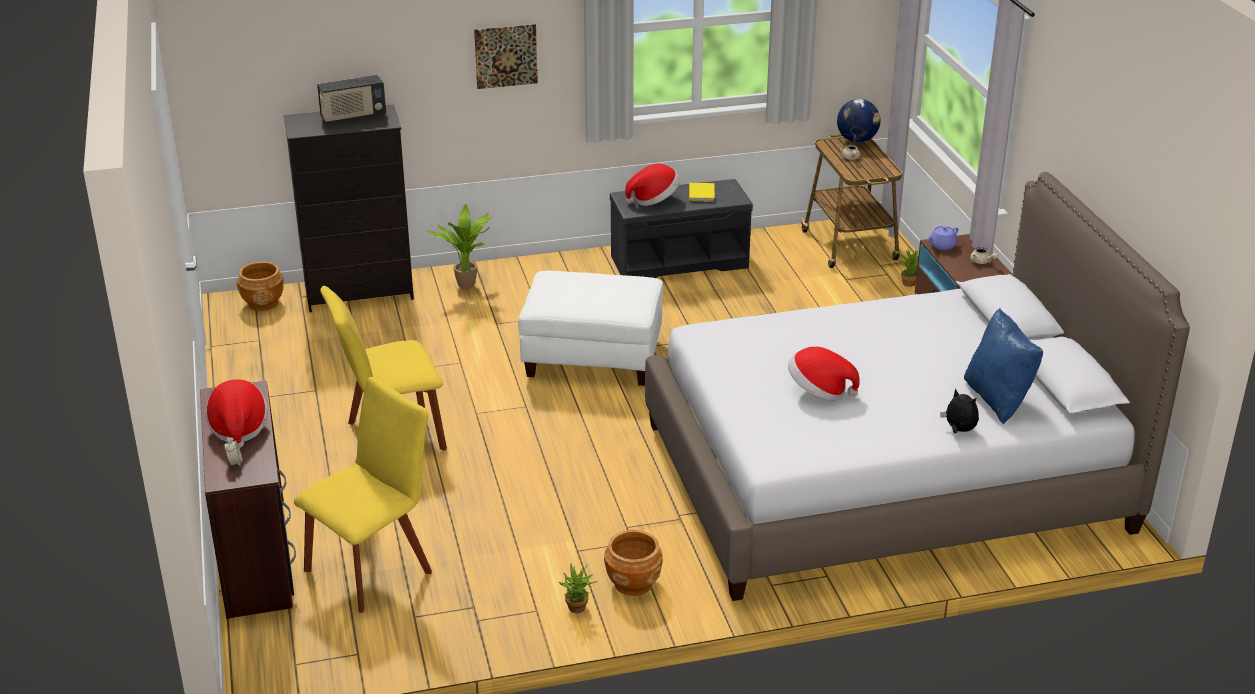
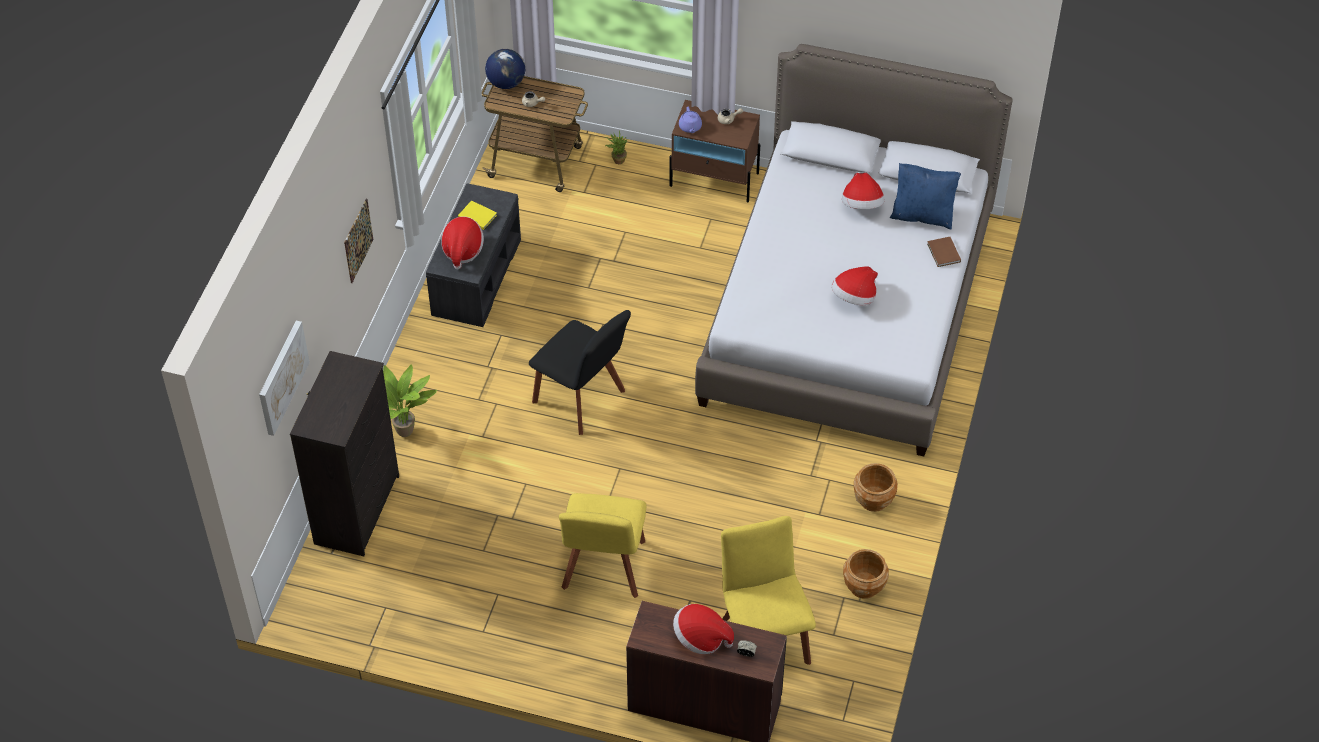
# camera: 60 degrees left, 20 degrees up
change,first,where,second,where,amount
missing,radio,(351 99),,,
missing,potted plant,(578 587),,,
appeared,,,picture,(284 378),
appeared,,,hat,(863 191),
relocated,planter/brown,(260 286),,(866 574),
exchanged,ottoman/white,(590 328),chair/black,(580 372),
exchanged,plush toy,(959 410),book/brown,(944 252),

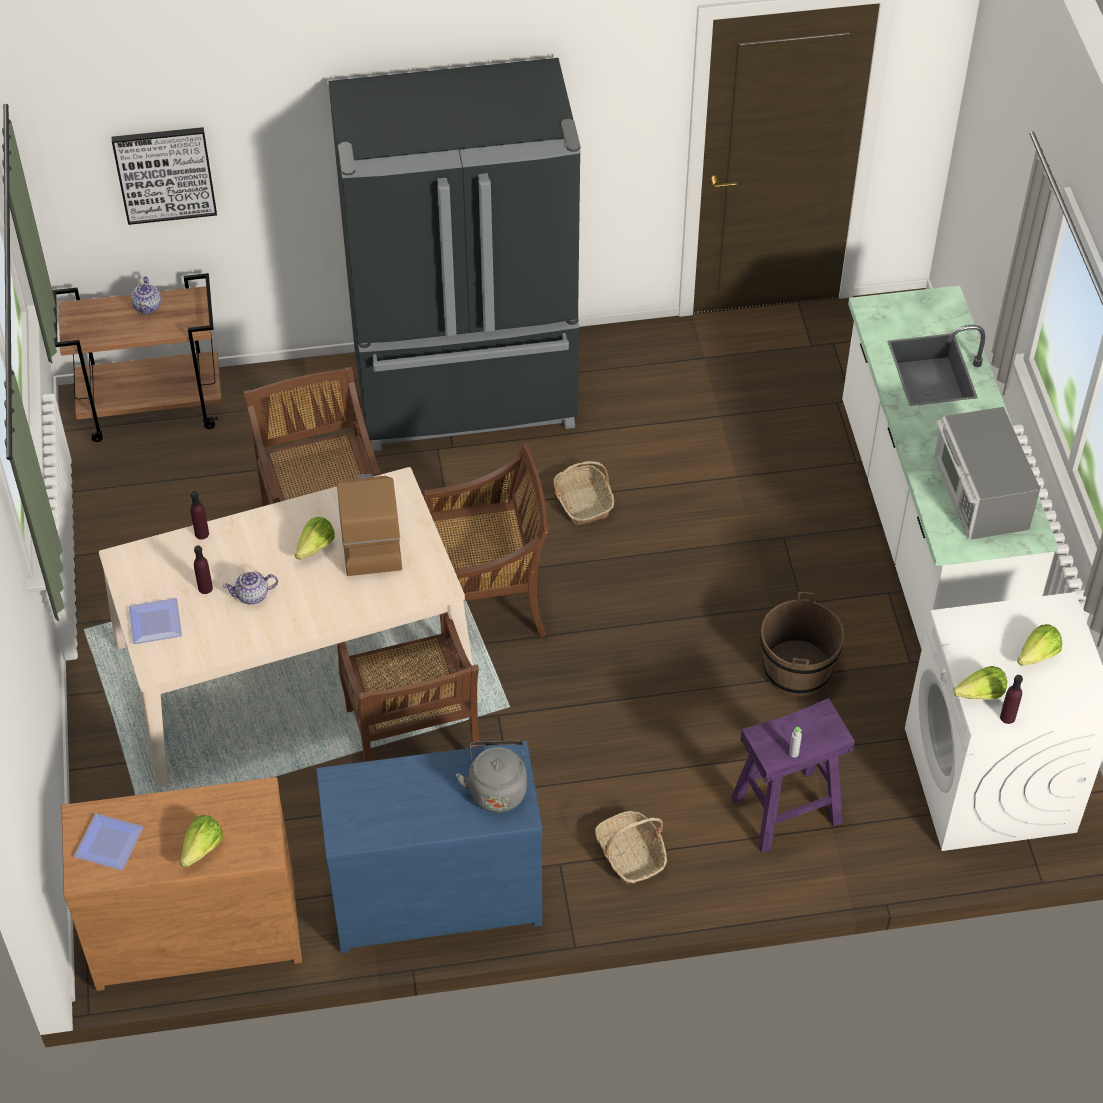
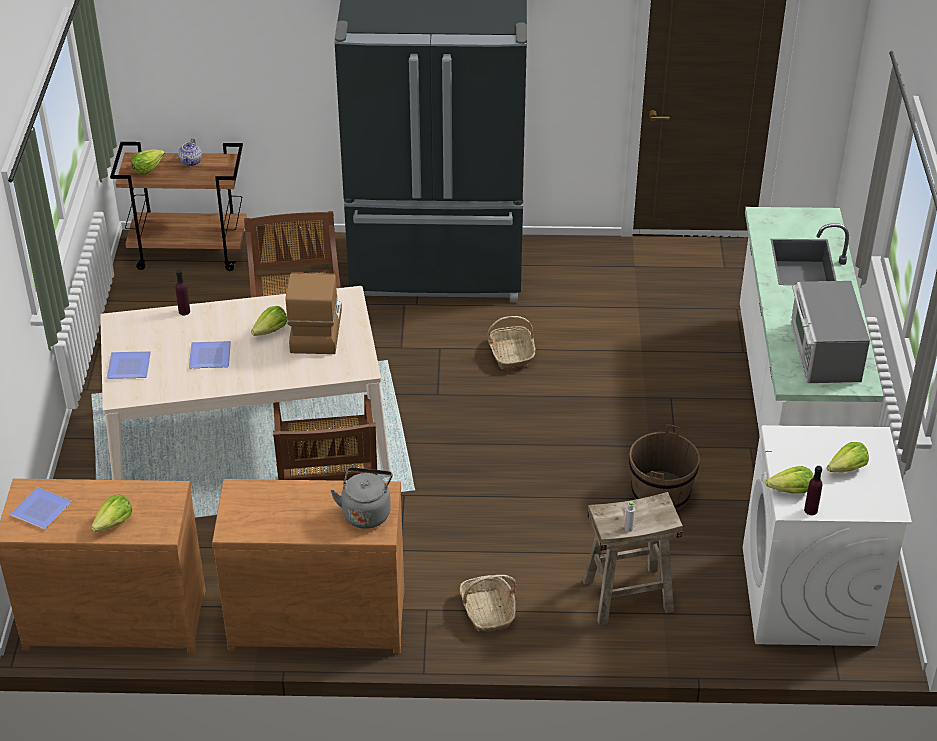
# camera: 10 degrees right, 10 degrees down
change,first,where,second,where,amount
missing,picture,(164 176),,,
missing,bottle/purple,(203 569),,,
missing,chair/brown,(487 540),,,
appeared,,,lettuce,(148 161),
exchanged,teapot,(250 588),plate,(210 354),
colour,dresser/blue,(429 847),dresser/brown,(308 566),
colour,stool/purple,(793 775),stool/beige,(633 558),

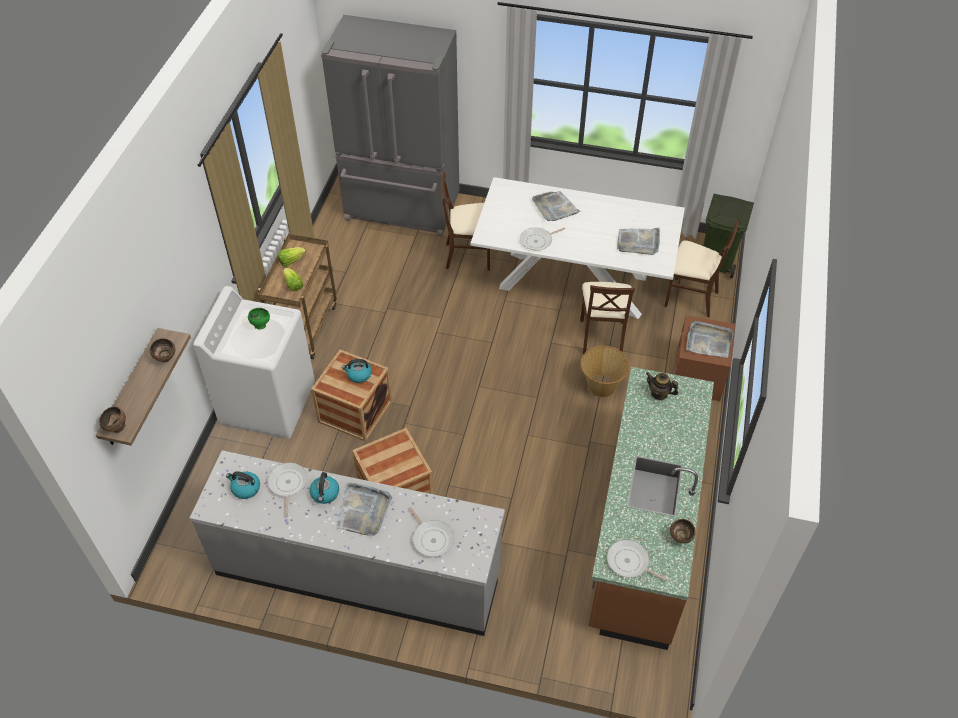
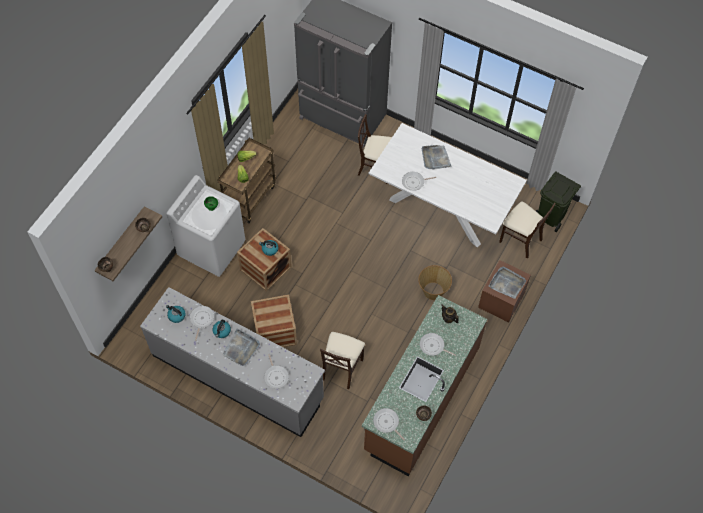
# camera: 15 degrees right, 10 degrees up
change,first,where,second,where,amount
missing,tray/grey,(638 241),,,
appeared,,,frying pan,(438 344),
relocated,chair/beige,(607 318),,(342 360),

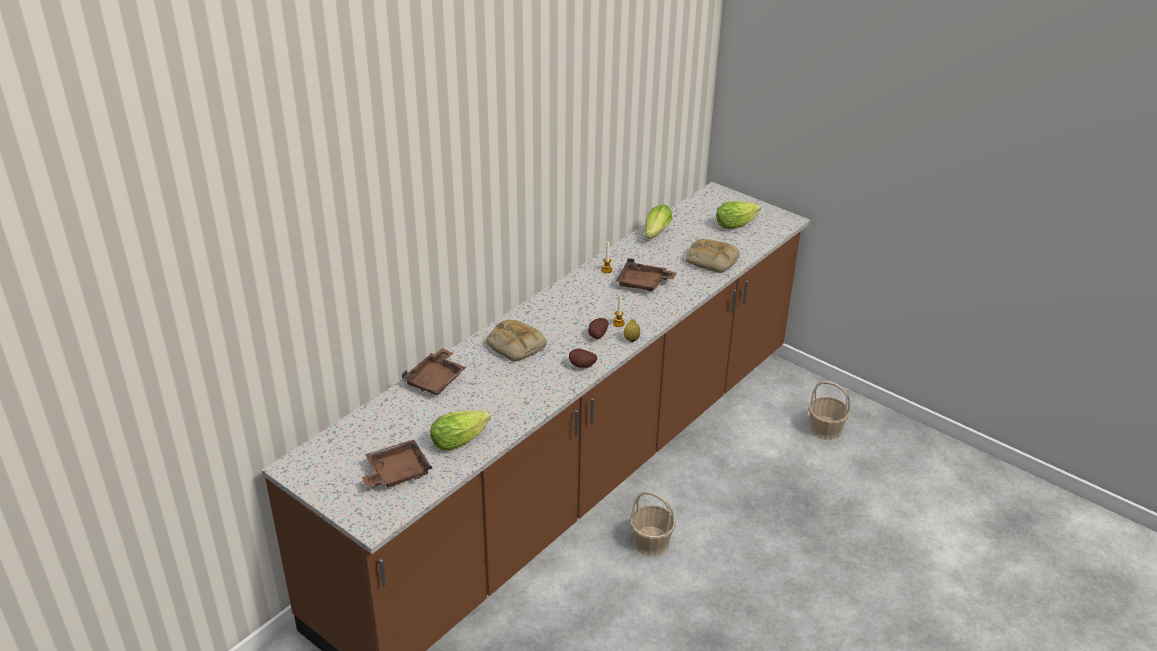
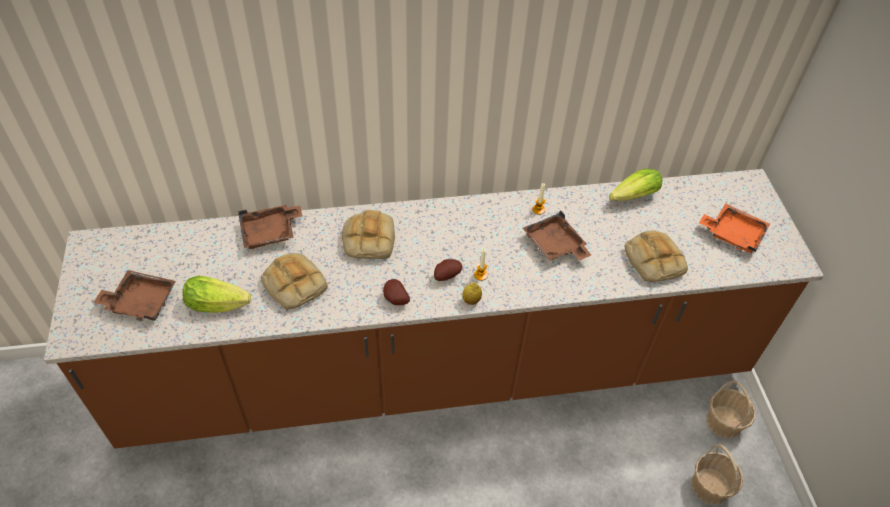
# camera: 40 degrees right, 15 degrees up
change,first,where,second,where,amount
appeared,,,bread,(294 281),
relocated,basket,(653 523),,(731 409),
exchanged,lettuce,(738 215),tray/orange,(734 228),

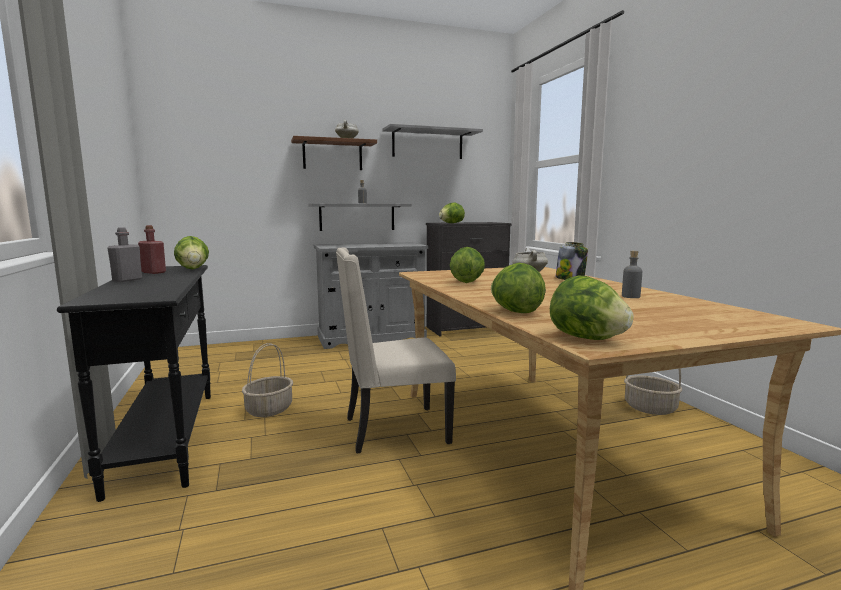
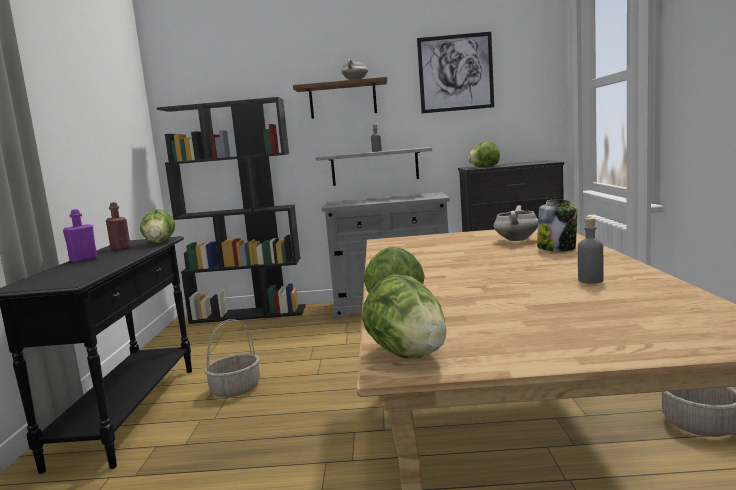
# camera: 20 degrees right, 0 degrees up
change,first,where,second,where,amount
missing,chair/beige,(396 350),,,
missing,lettuce,(467 265),,,
appeared,,,bookcase/black,(231 210),
exchanged,shelf/grey,(432 141),picture,(455 72),
colour,bottle/grey,(124 254),bottle/purple,(80 235),

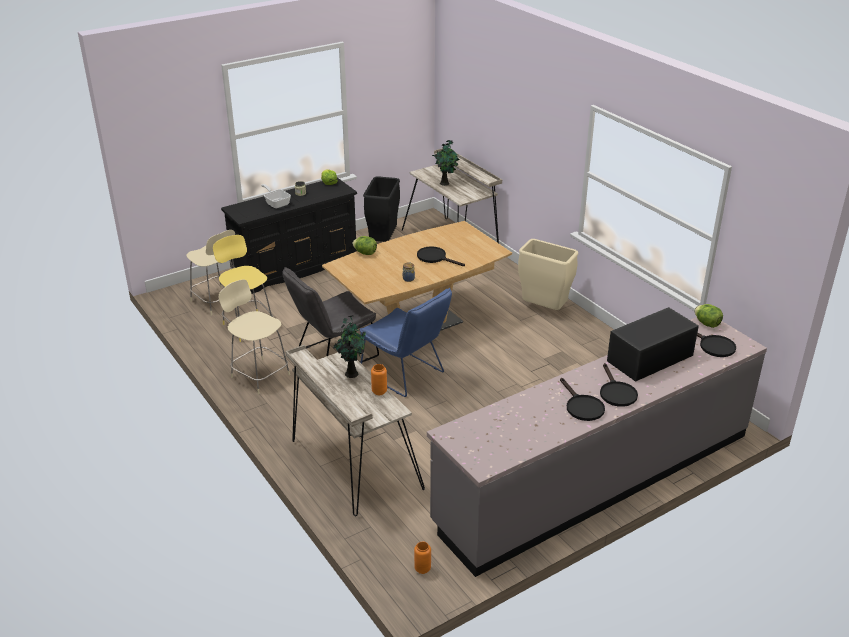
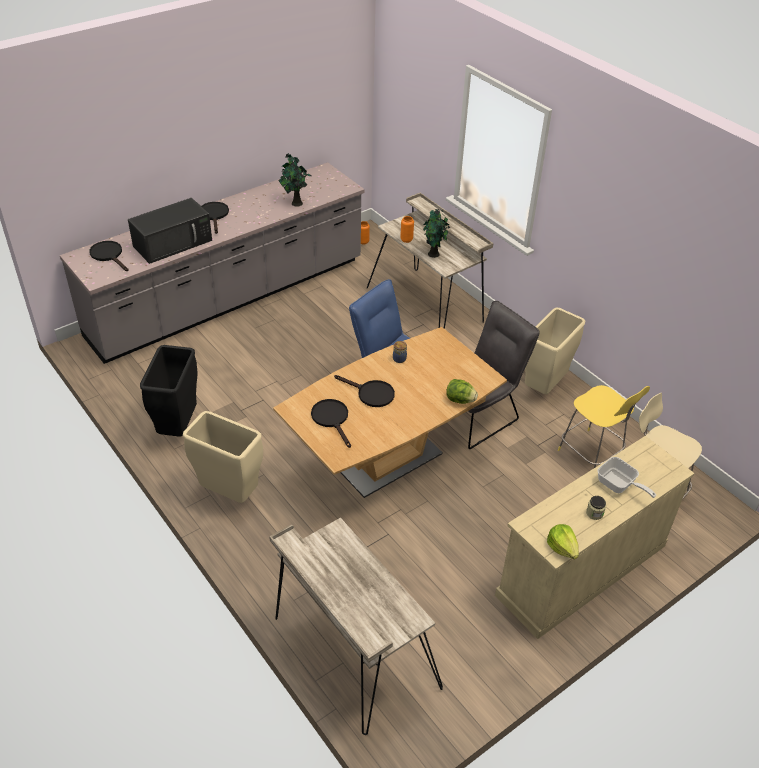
# camera: 175 degrees right, 10 degrees up
change,first,where,second,where,amount
missing,lettuce,(708 316),,,
relocated,trash can/black,(381 209),,(169 391),
relocated,potted plant,(446 163),,(295 180),
relocated,frying pan/black,(582 399),,(331 423),
exchanged,stool/beige,(254 336),trash can/beige,(555 350),
colour,dresser/black,(289 236),dresser/beige,(594 537),

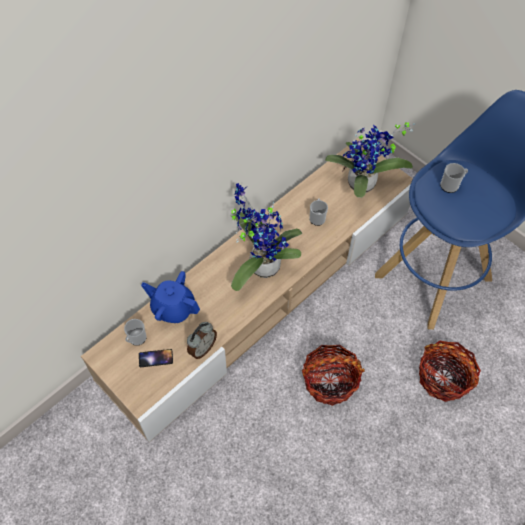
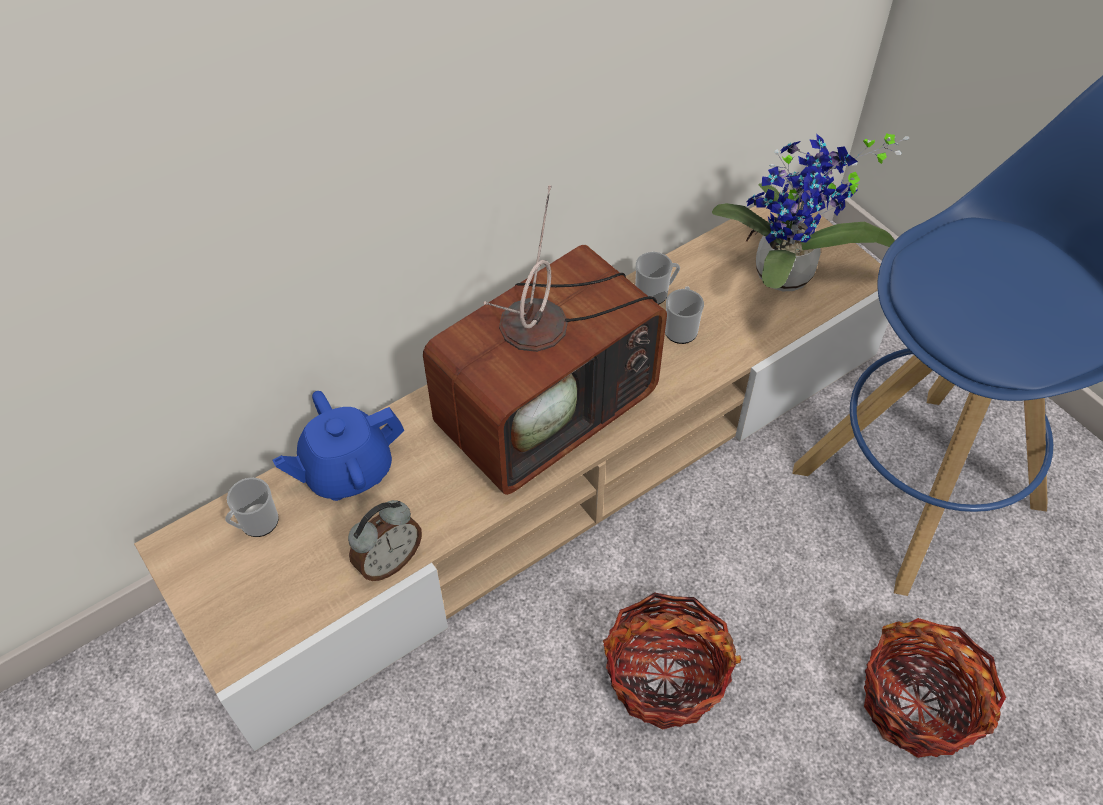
# camera: 10 degrees right, 5 degrees down
change,first,where,second,where,amount
missing,phone,(156 358),,,
relocated,mug,(454 178),,(657 278),
exchanged,potted plant,(266 237),television,(545 340),
spun,teapot/blue,(170 297),,(338 446),60 degrees counterclockwise

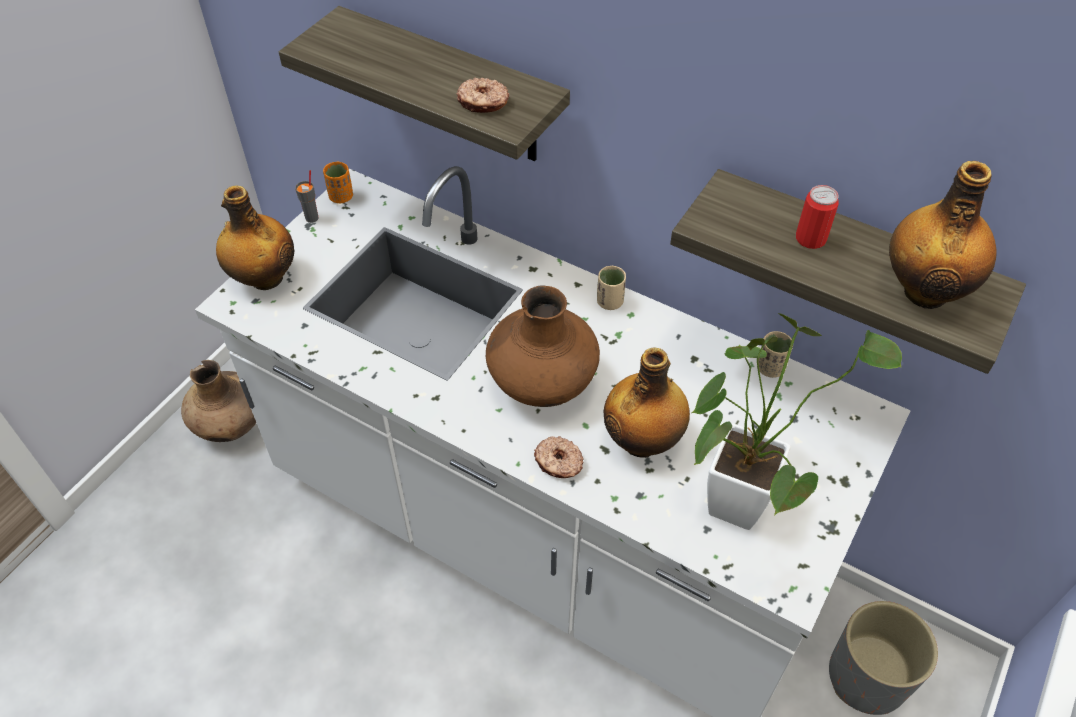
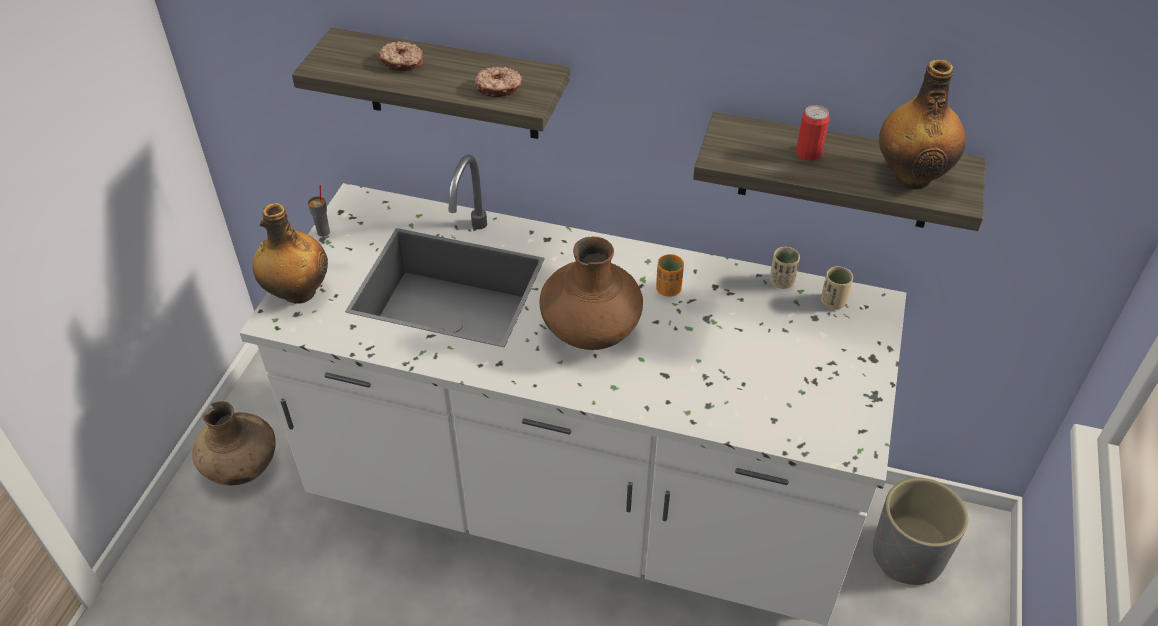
# camera: 15 degrees left, 5 degrees down
change,first,where,second,where,amount
missing,bottle,(647 402),,,
missing,potted plant,(797 421),,,
relocated,cup/orange,(338 182),,(670 275),
relocated,donut,(559 457),,(400 56),
relocated,cup/beige,(611 288),,(837 287),

